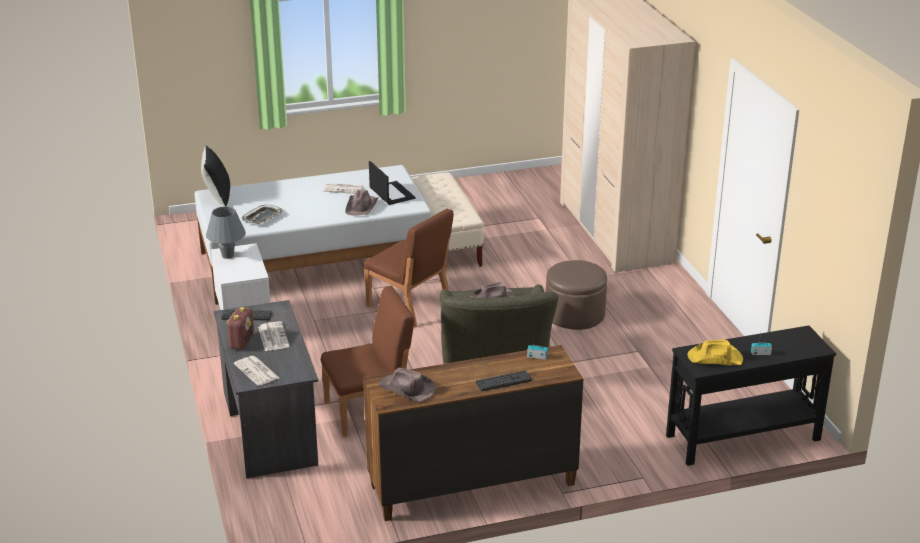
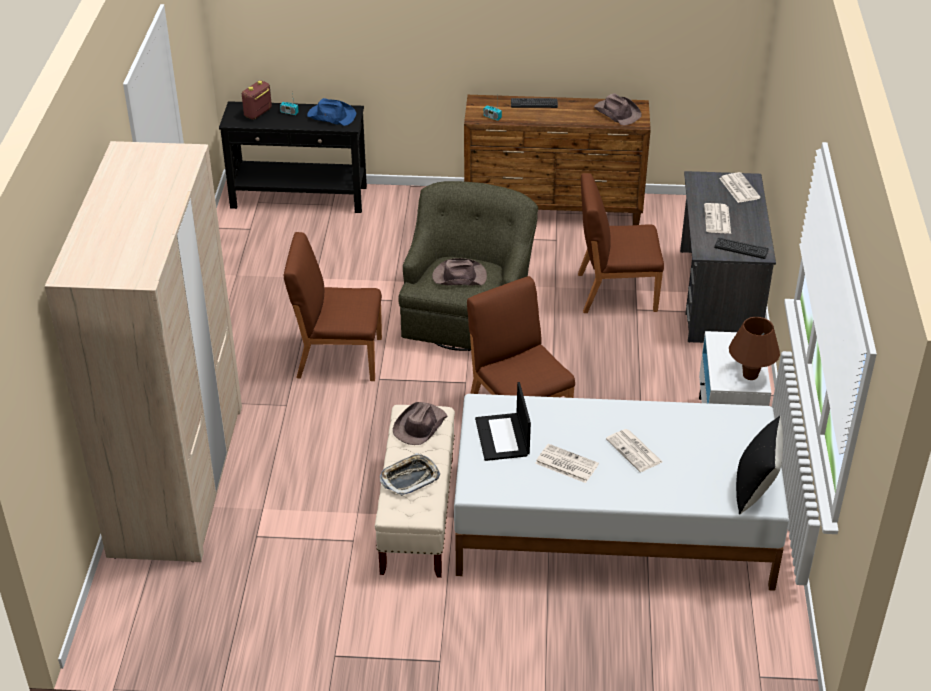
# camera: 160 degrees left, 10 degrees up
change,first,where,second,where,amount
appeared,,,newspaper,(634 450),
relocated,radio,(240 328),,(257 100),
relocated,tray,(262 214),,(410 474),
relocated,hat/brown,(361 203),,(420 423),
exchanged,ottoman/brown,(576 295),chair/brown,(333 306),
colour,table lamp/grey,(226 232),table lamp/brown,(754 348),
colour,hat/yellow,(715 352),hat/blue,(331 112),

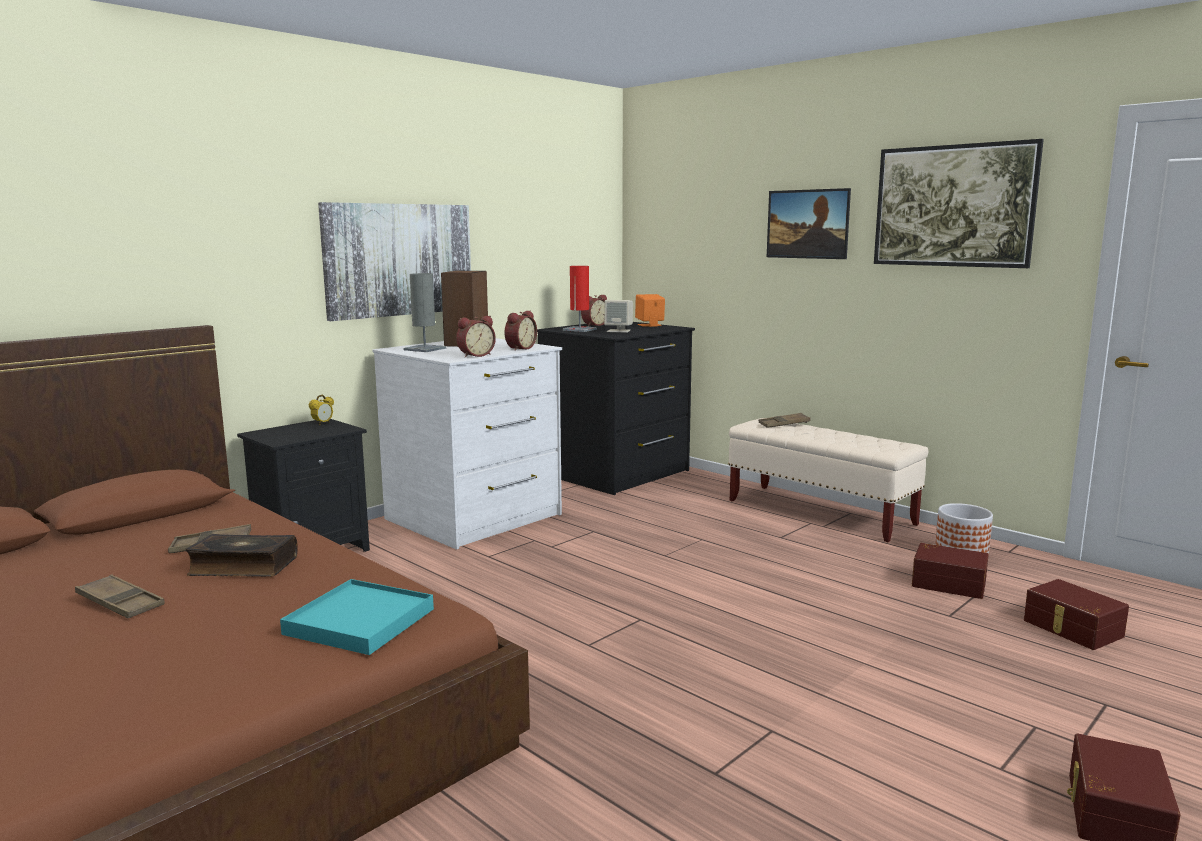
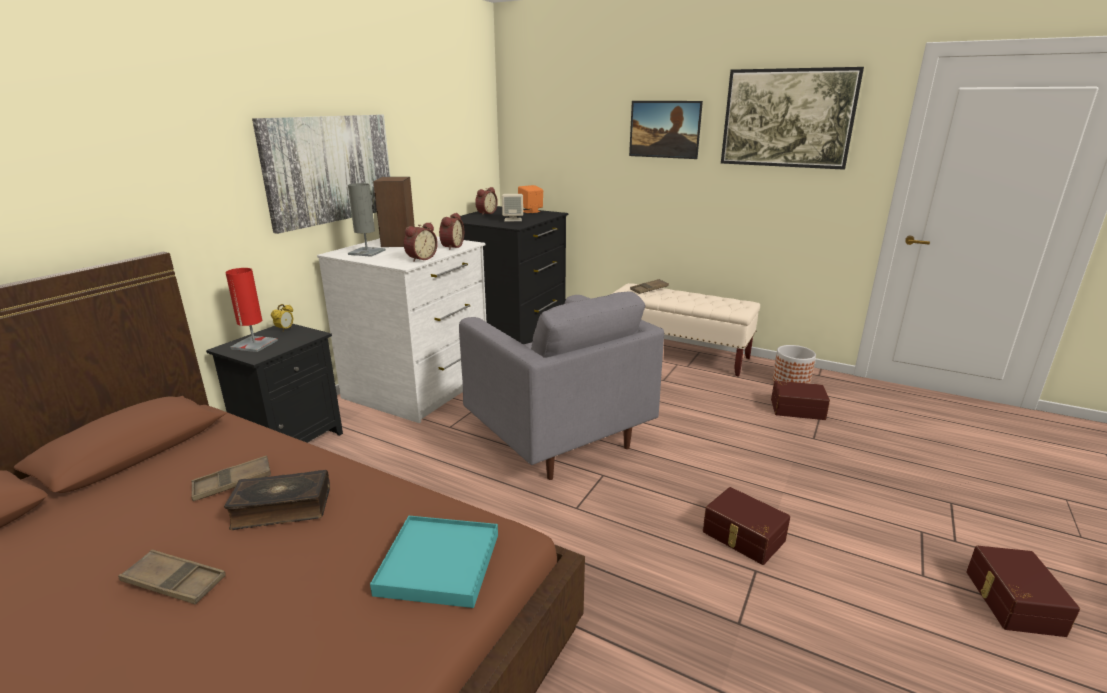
# camera: 15 degrees left, 10 degrees up
change,first,where,second,where,amount
appeared,,,armchair/grey,(561 385),
relocated,table lamp/red,(580 299),,(251 310),
relocated,storage box/brown,(1076 614),,(746 526),

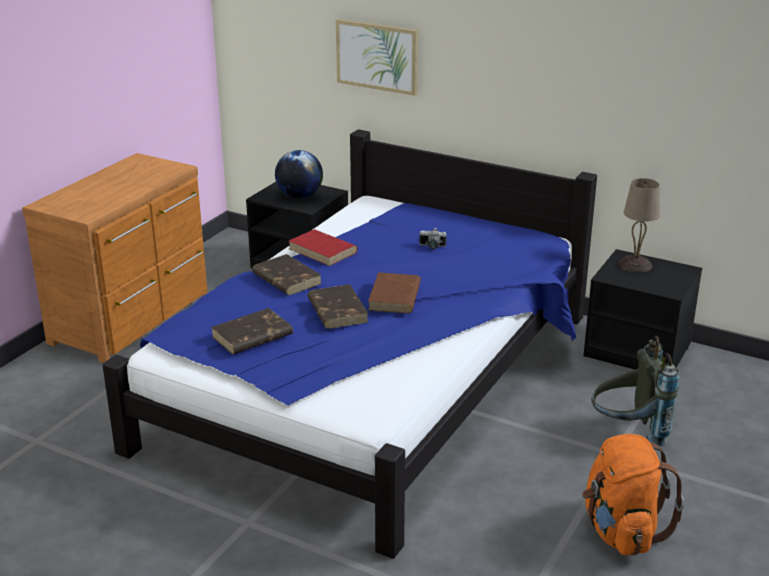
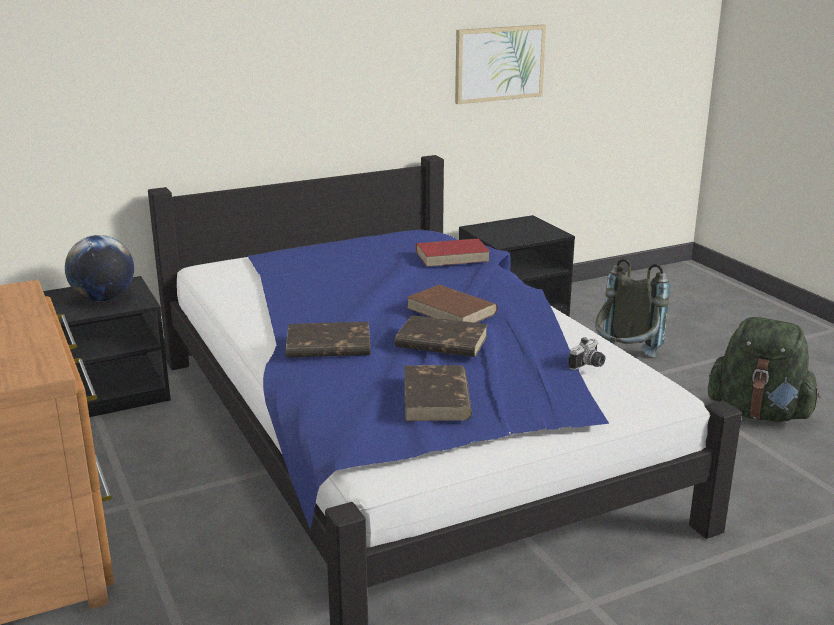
# camera: 55 degrees left, 5 degrees down
change,first,where,second,where,amount
missing,table lamp/beige,(639 225),,,
relocated,book/red,(323 247),,(453 253),
relocated,picture,(377 57),,(500 64),
relocated,photo camera,(433 238),,(586 353),
colour,backpack/orange,(633 495),backpack/green,(764 369),

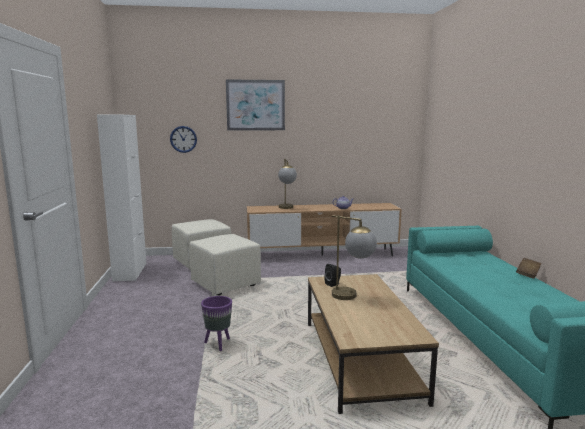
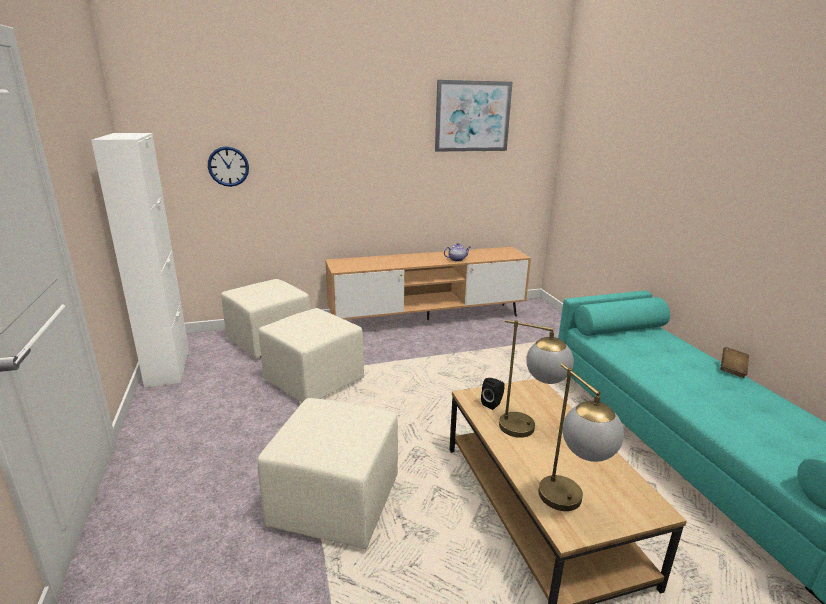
# camera: 10 degrees left, 10 degrees up
change,first,where,second,where,amount
relocated,picture,(255 105),,(473 116),
relocated,table lamp,(287 184),,(581 437),
exchanged,planter/purple,(216 323),ottoman/beige,(328 473),

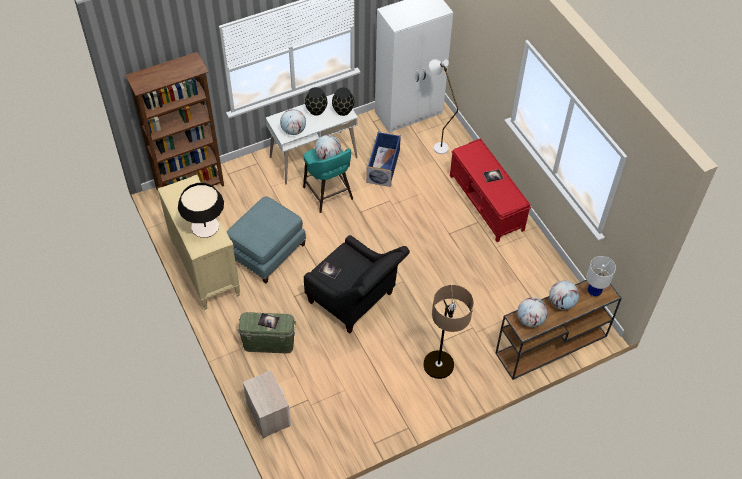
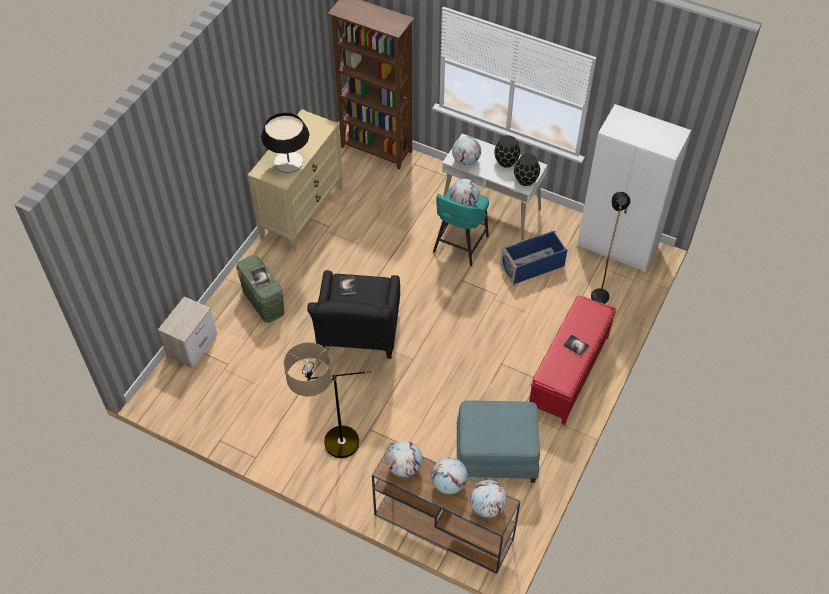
# camera: 55 degrees right, 0 degrees up
change,first,where,second,where,amount
relocated,ottoman/blue,(266 239),,(498 441),
exchanged,table lamp/white,(601 277),globe,(488 499),
colour,floor lamp/white,(443 106),floor lamp/black,(610 248),

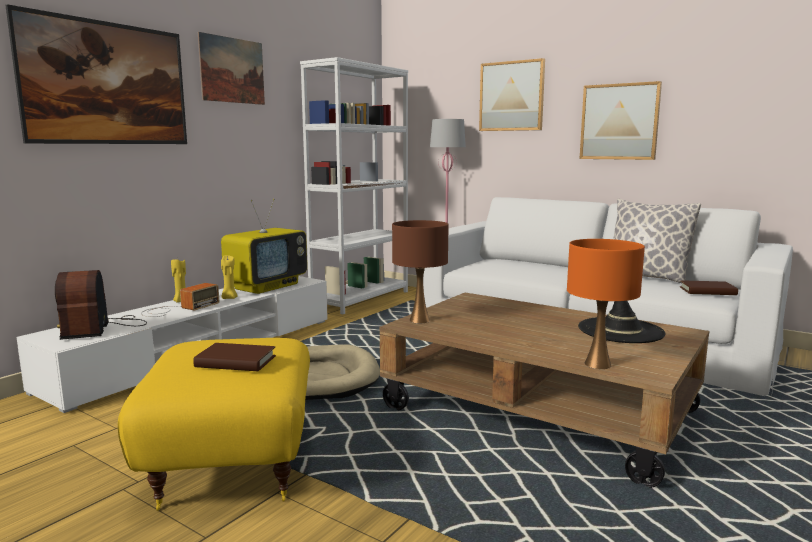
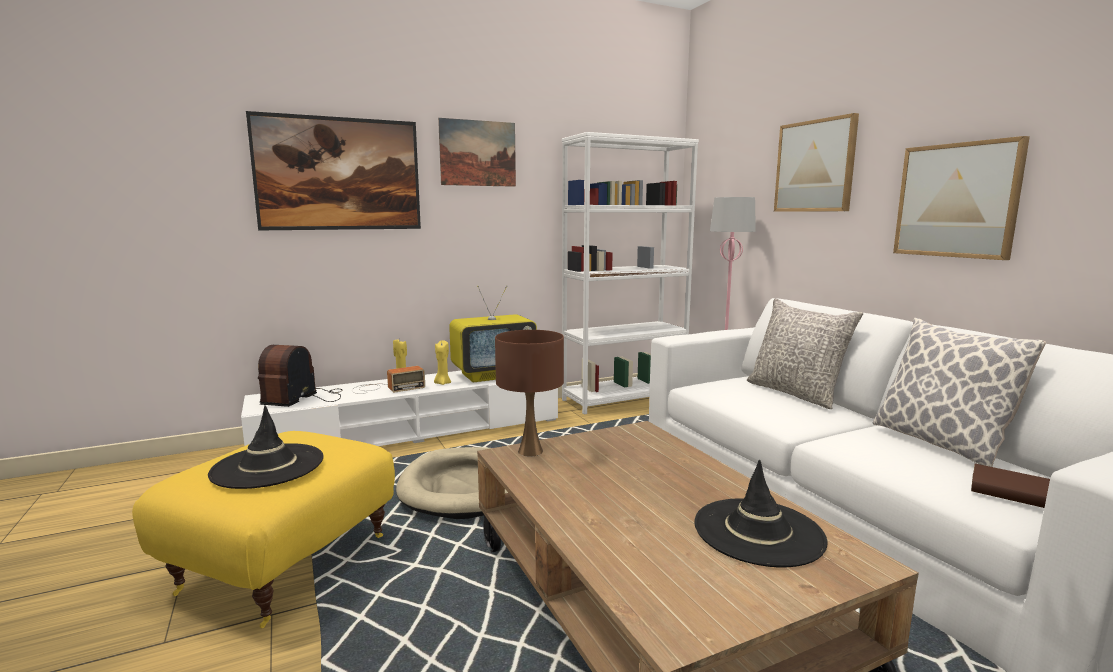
# camera: 30 degrees right, 0 degrees up
change,first,where,second,where,amount
missing,table lamp/orange,(606 304),,,
appeared,,,pillow/grey,(805 353),
exchanged,book/brown,(234 357),hat/black,(265 447),

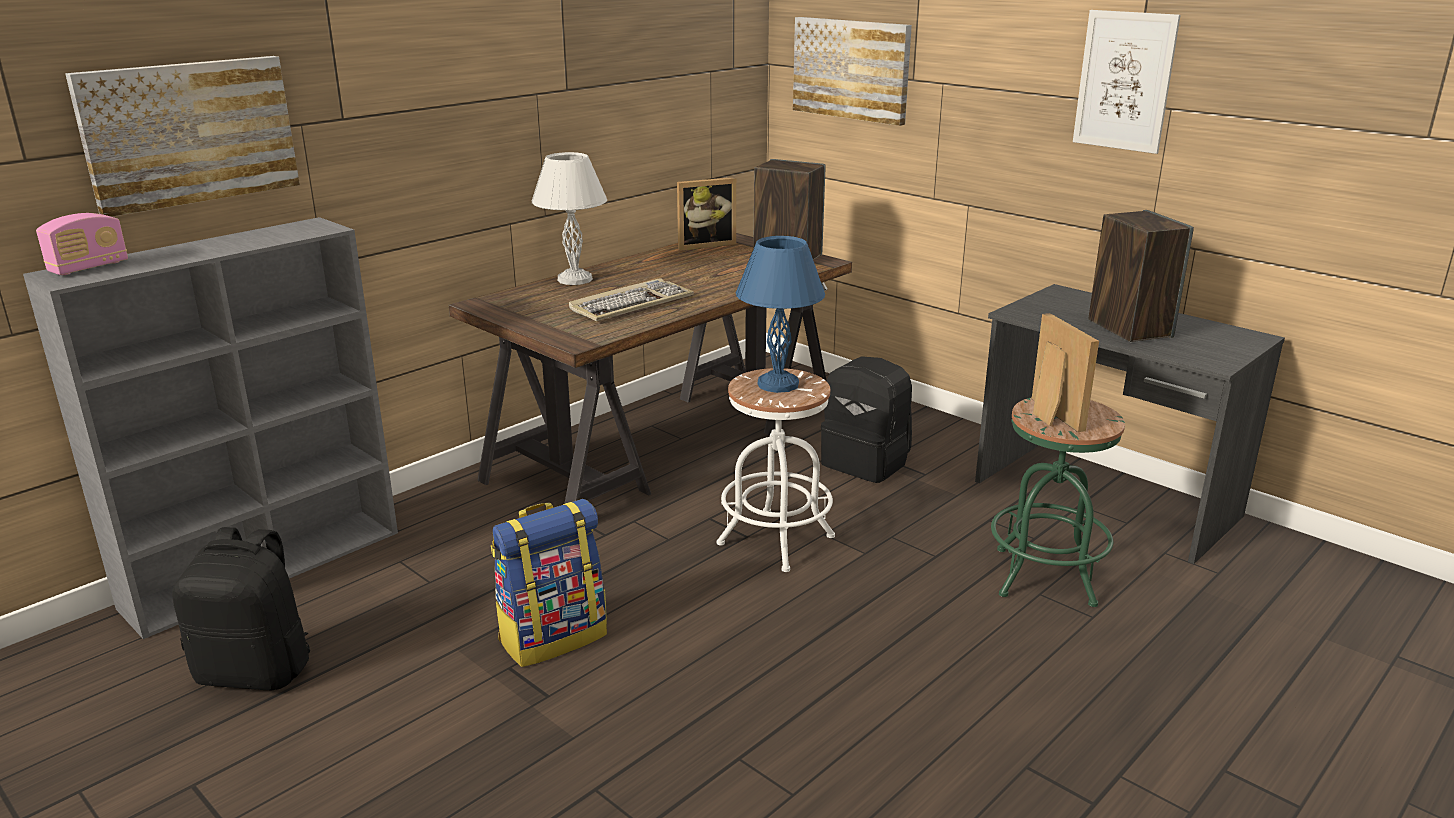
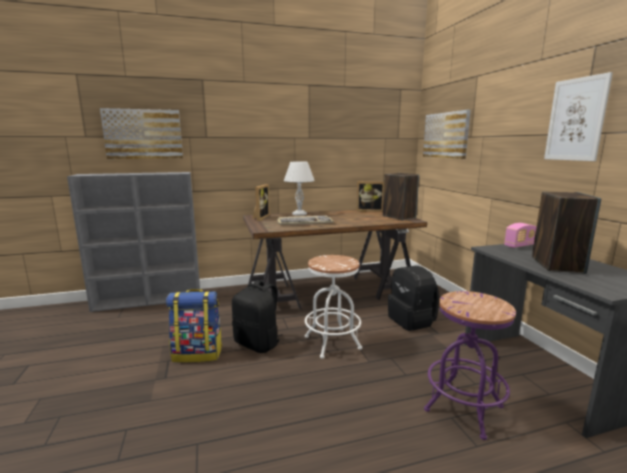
# camera: 30 degrees right, 10 degrees down
change,first,where,second,where,amount
missing,table lamp/blue,(780 314),,,
relocated,radio,(82 244),,(520 235),
relocated,backpack/black,(241 608),,(257 316),
relocated,picture frame,(1065 372),,(261 202),
colour,stool/green,(1058 502),stool/purple,(470 365),

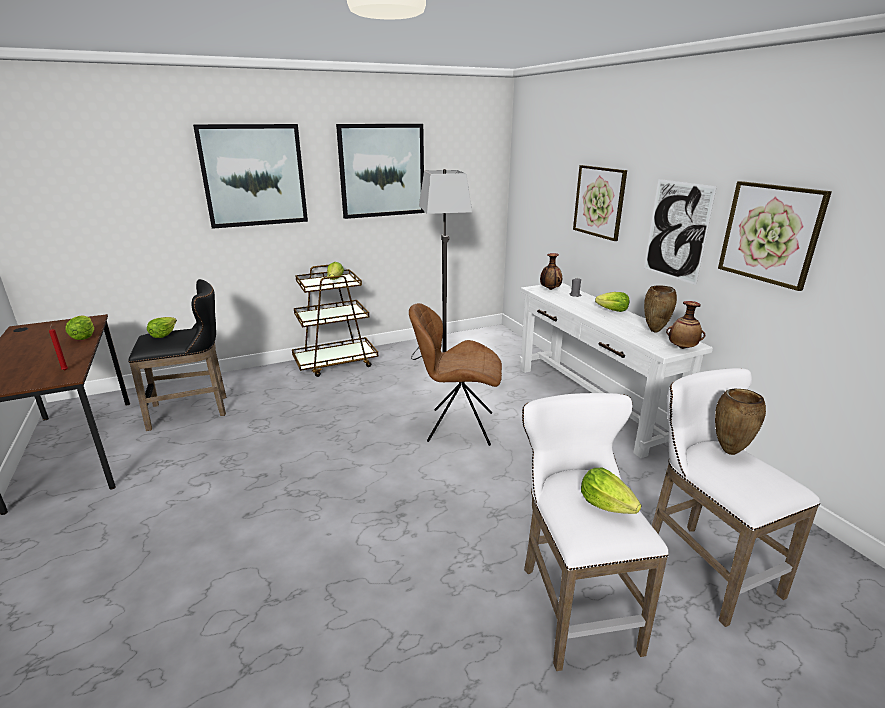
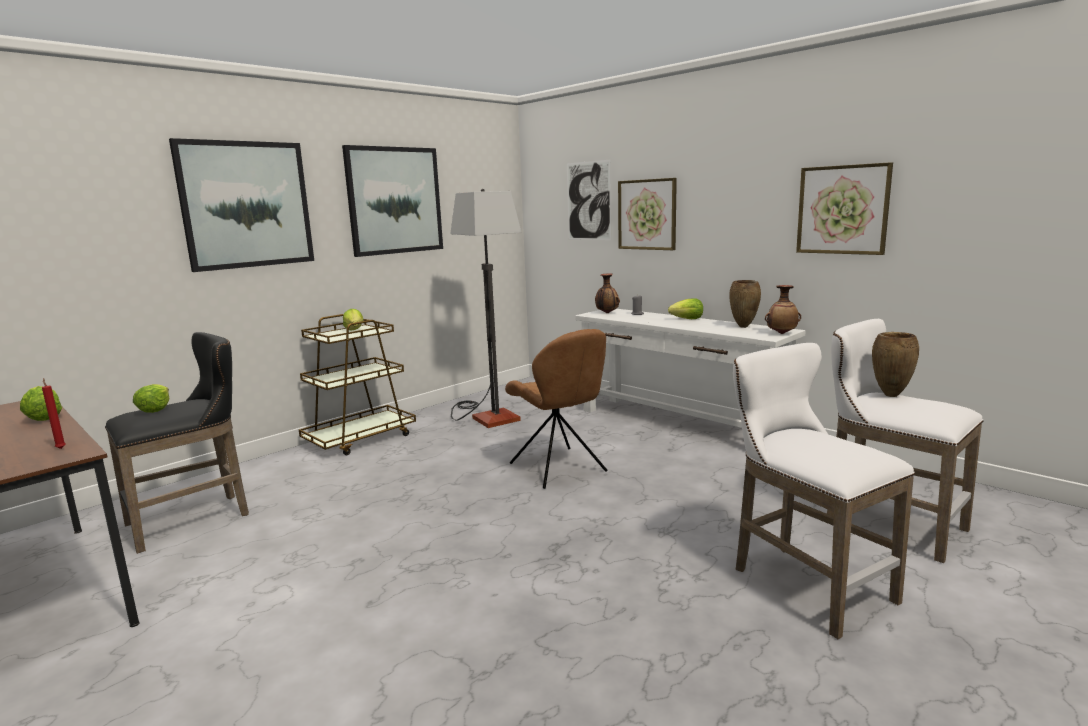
# camera: 20 degrees left, 10 degrees down
change,first,where,second,where,amount
missing,lettuce,(611 491),,,
relocated,picture,(680 232),,(589 200),
spun,chair/brown,(455 374),,(556 409),105 degrees counterclockwise

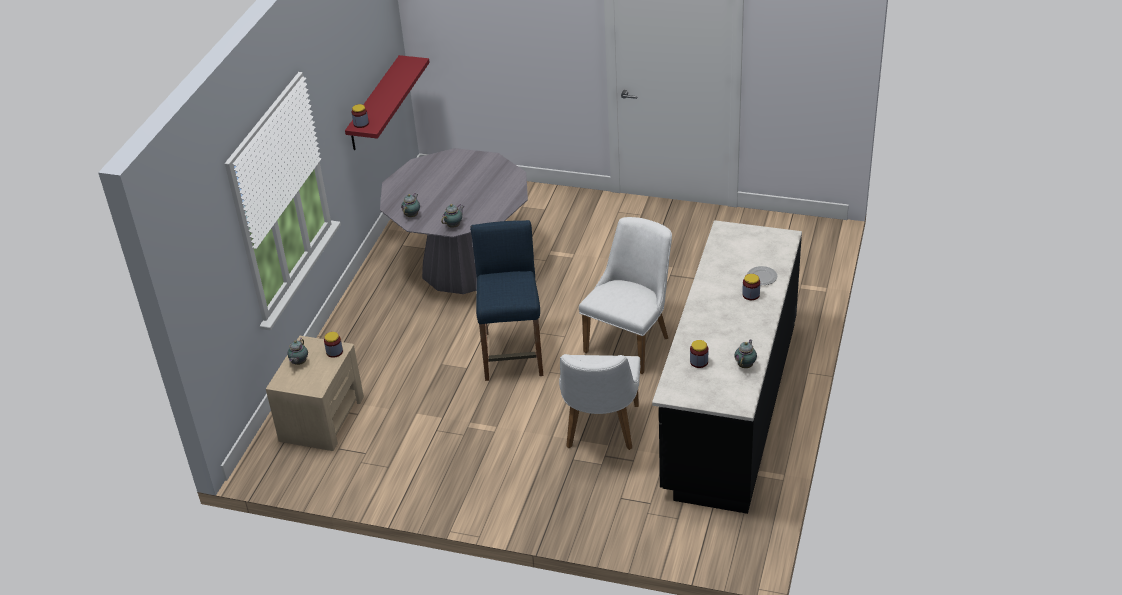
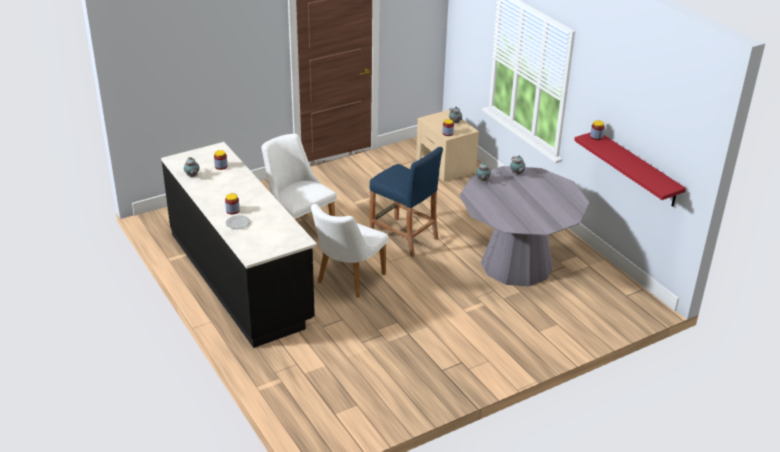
# camera: 130 degrees right, 5 degrees down
change,first,where,second,where,amount
spun,chair/white,(625 295),,(350 251),45 degrees clockwise

